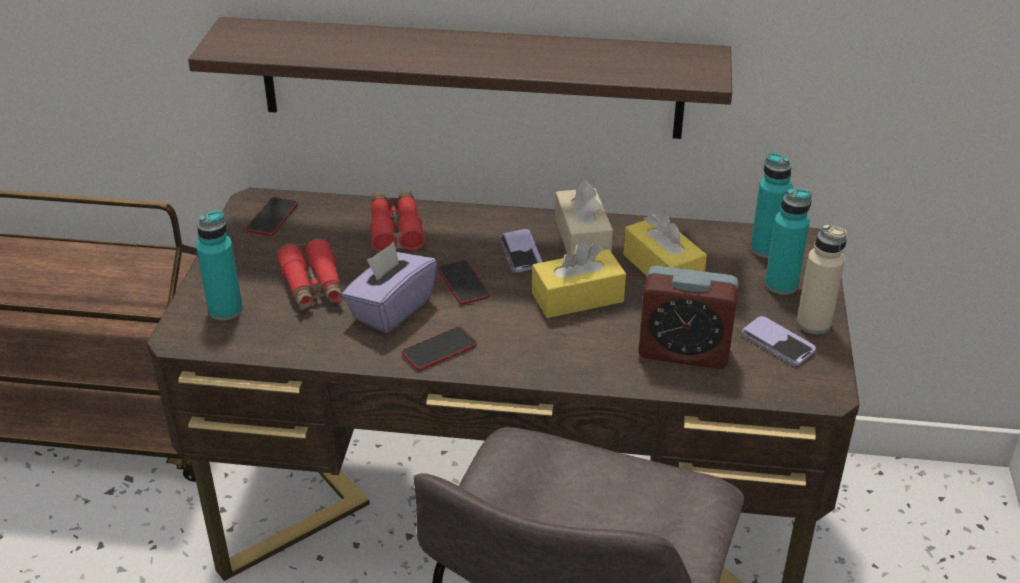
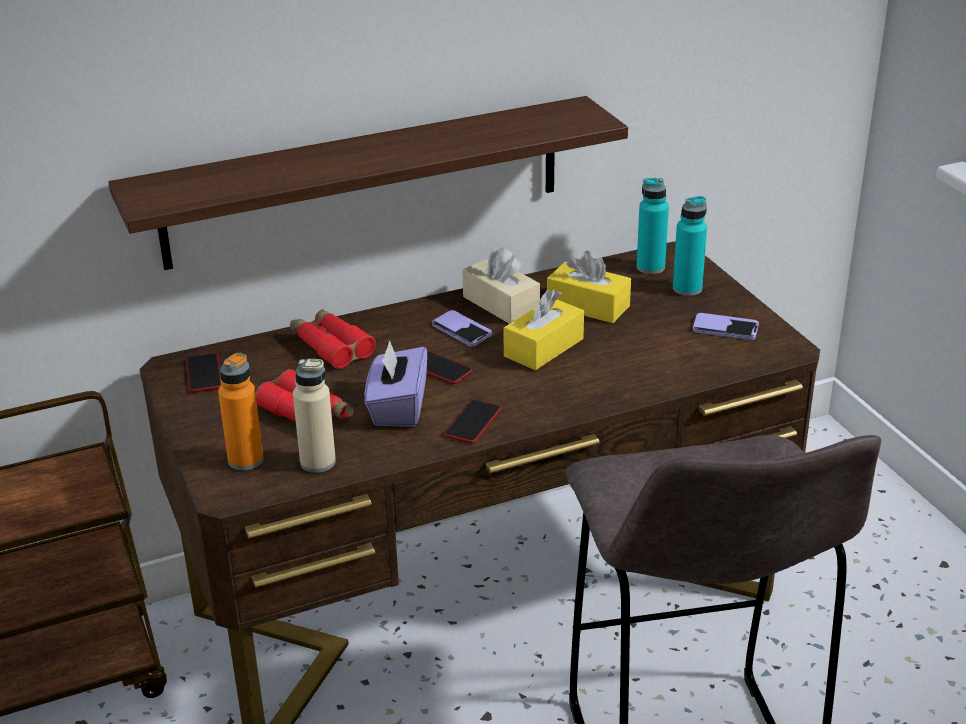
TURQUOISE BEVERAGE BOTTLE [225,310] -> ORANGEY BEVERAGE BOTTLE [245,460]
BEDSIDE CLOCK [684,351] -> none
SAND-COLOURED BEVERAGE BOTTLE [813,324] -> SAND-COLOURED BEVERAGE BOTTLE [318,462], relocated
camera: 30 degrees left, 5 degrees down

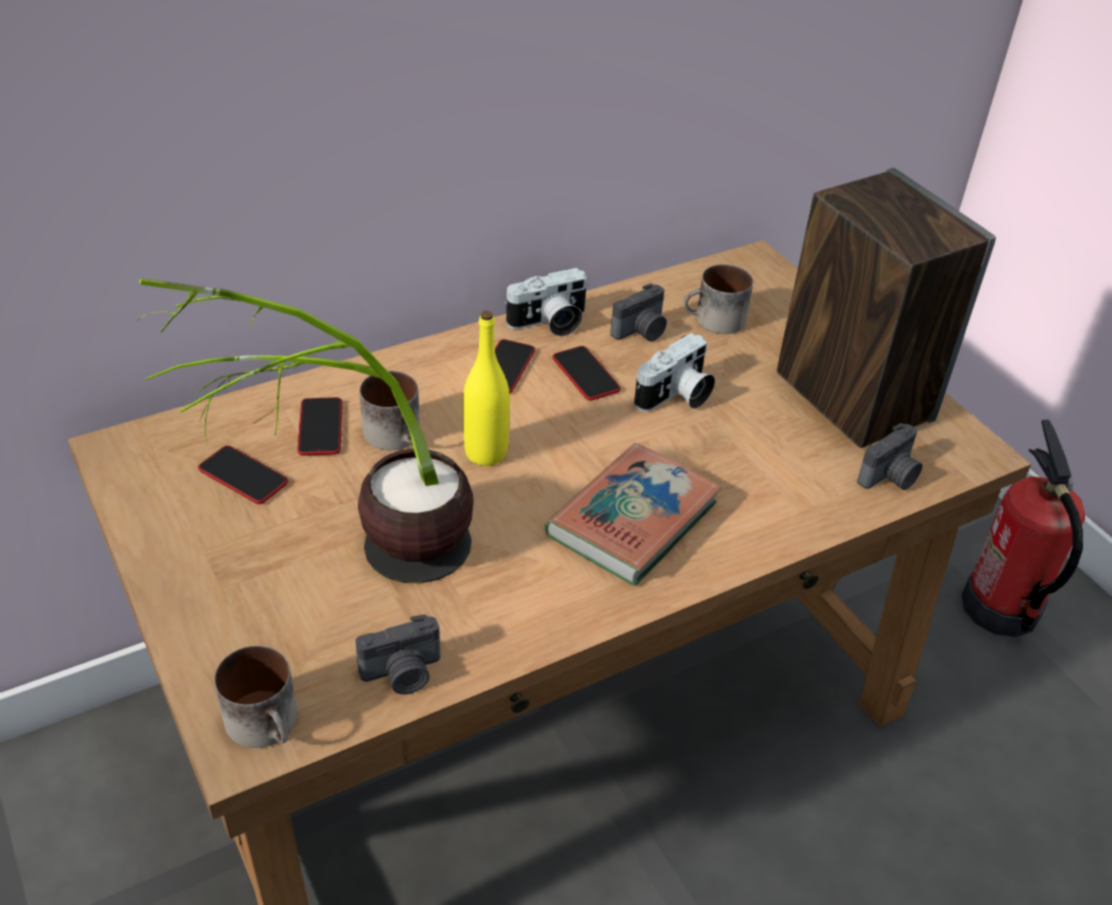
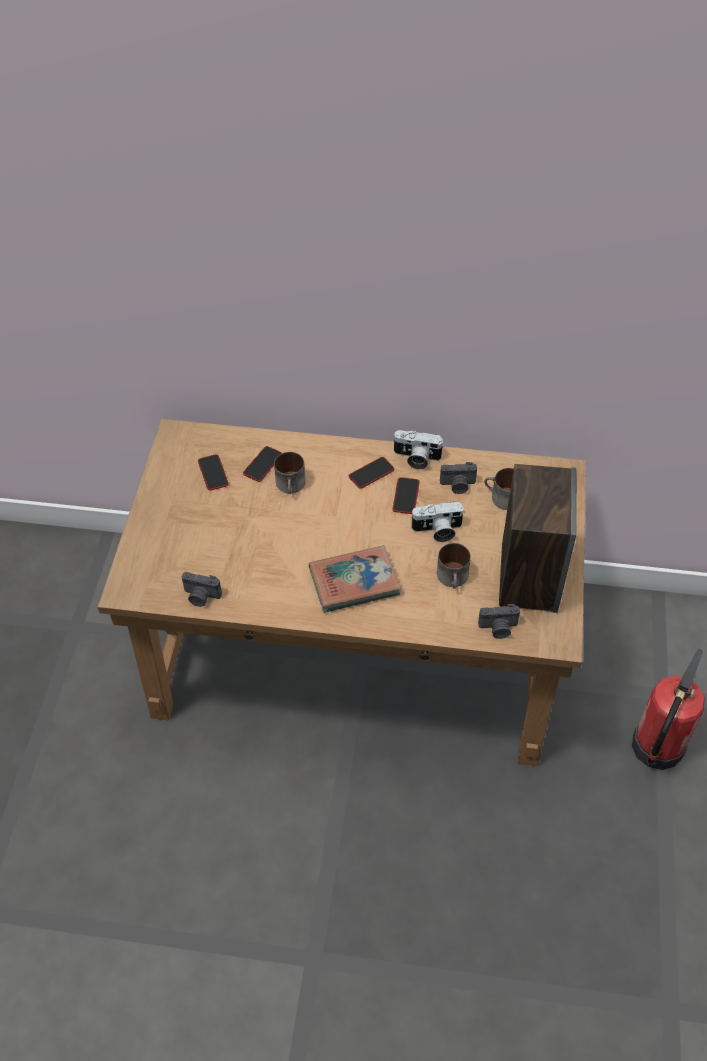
POTTED PLANT [353,561] -> none
COFFEE MUG [268,724] -> COFFEE MUG [454,578], relocated
YELLOW BEVERAGE BOTTLE [486,453] -> none
camera: 40 degrees right, 10 degrees up

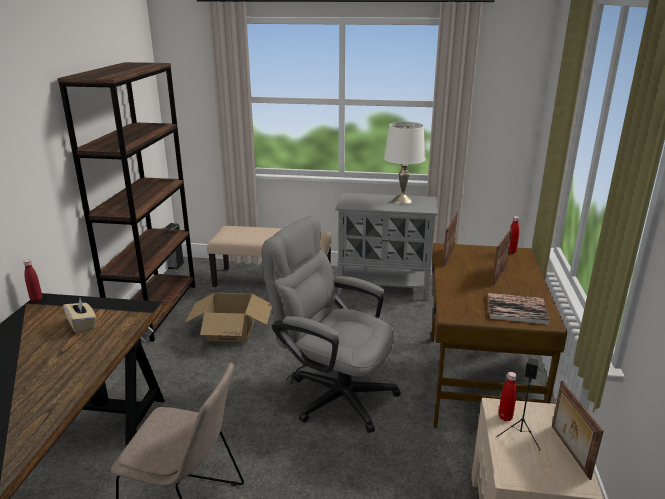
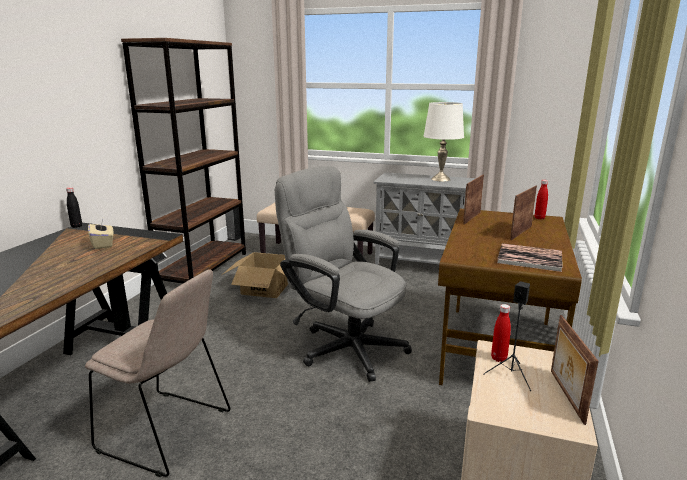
RED-COLOURED BEVERAGE BOTTLE [36,299] -> BLACK BEVERAGE BOTTLE [76,226]
camera: 10 degrees right, 5 degrees down

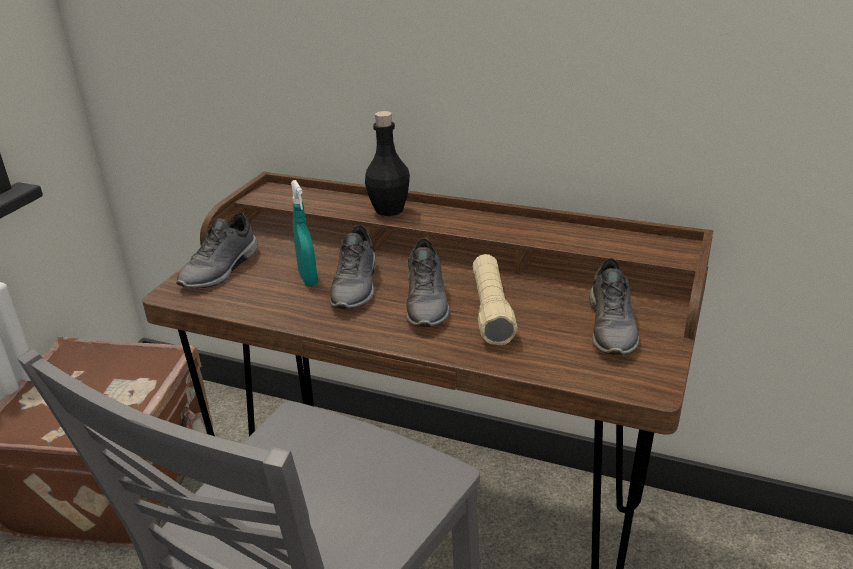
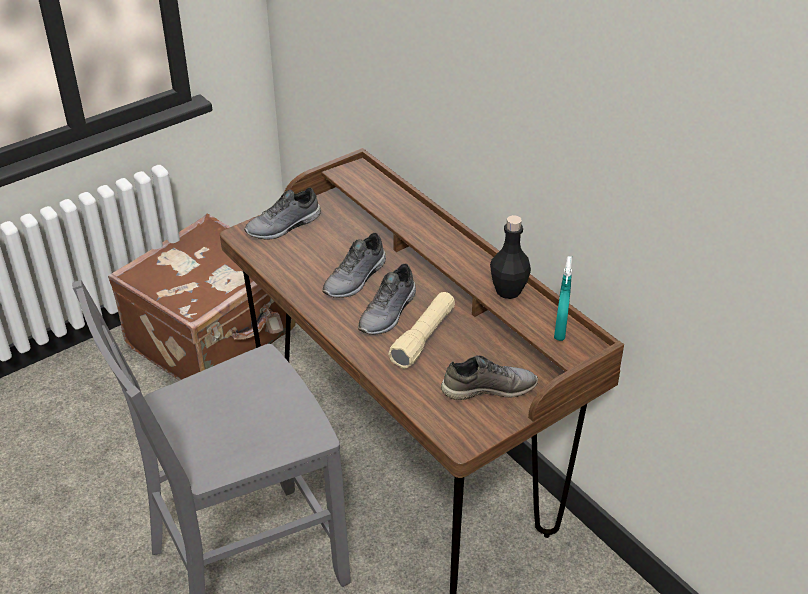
TURQUOISE SPRAY BOTTLE [308,278] -> TURQUOISE SPRAY BOTTLE [560,331], relocated
BLACK BEVERAGE BOTTLE [389,210] -> BLACK BEVERAGE BOTTLE [508,291], relocated
GREYISH ITEM OF FOOTWEAR [612,327] -> GREYISH ITEM OF FOOTWEAR [488,388], 135 degrees counterclockwise
camera: 30 degrees right, 10 degrees up

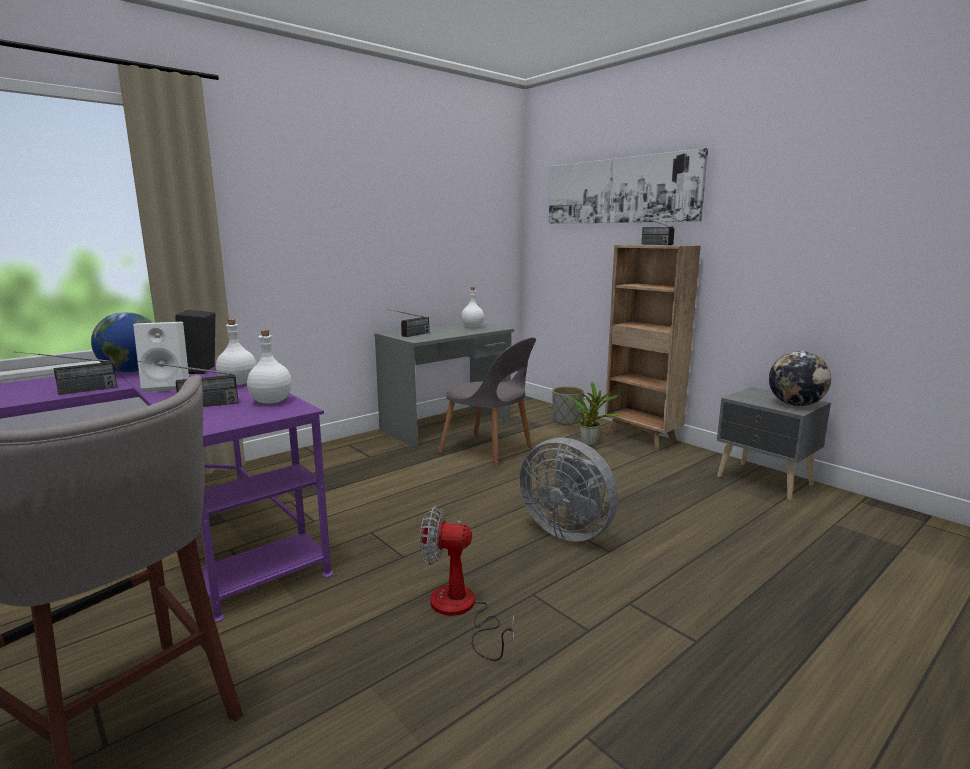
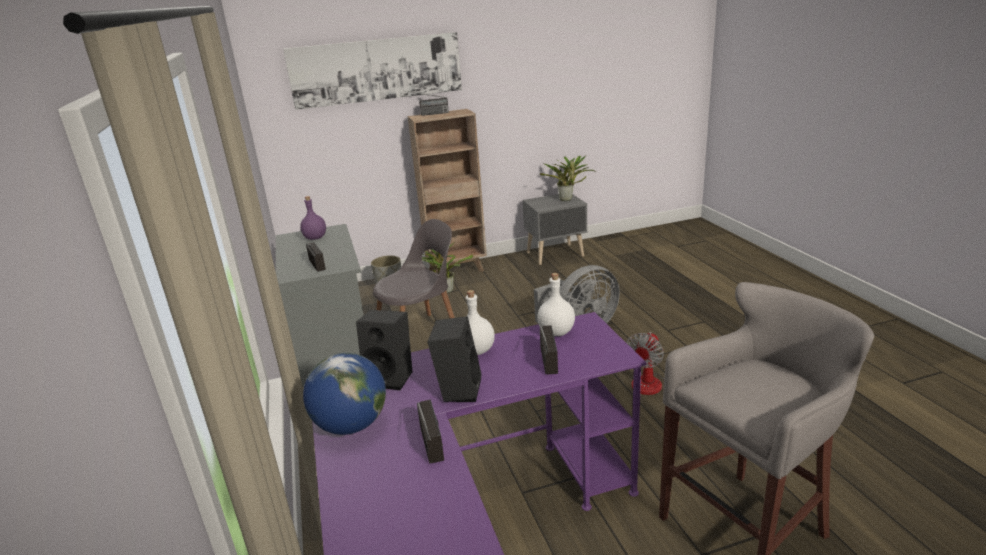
WHITE SPEAKER [168,386] -> BLACK SPEAKER [458,389]
WHITE BEVERAGE BOTTLE [472,327] -> PURPLE-COLOURED BEVERAGE BOTTLE [315,238]
WORLD GLOBE [795,405] -> POTTED PLANT [567,199]
camera: 65 degrees left, 10 degrees up

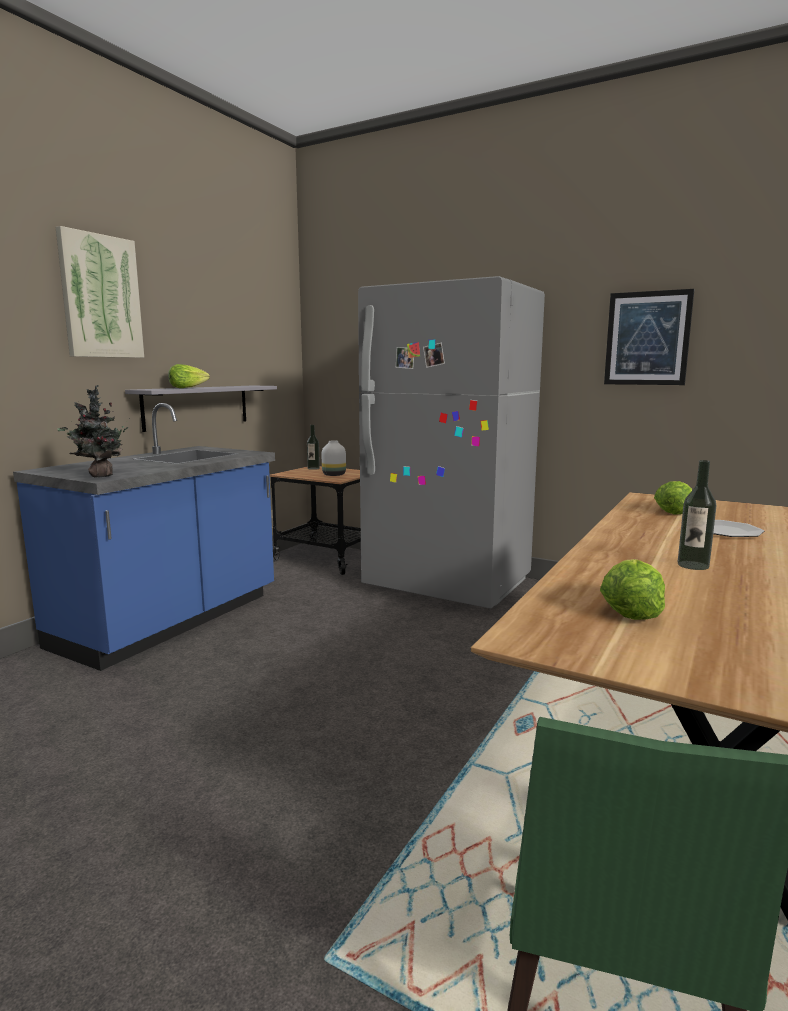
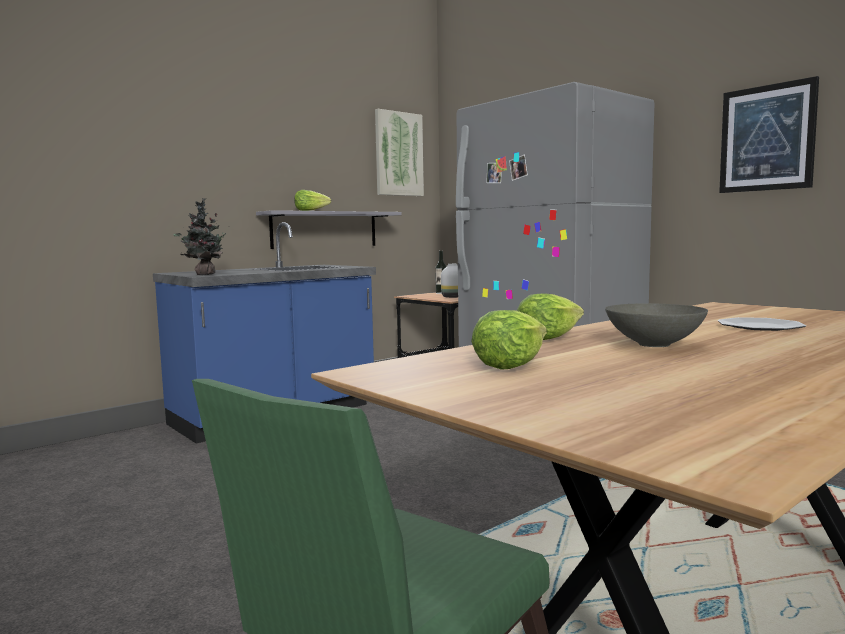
WALL PICTURE [100,297] -> WALL PICTURE [398,154], relocated
HEAD OF LETTUCE [673,511] -> HEAD OF LETTUCE [548,337], relocated
BEVERAGE BOTTLE [693,565] -> GREYISH BOWL [655,344]
camera: 20 degrees right, 5 degrees down

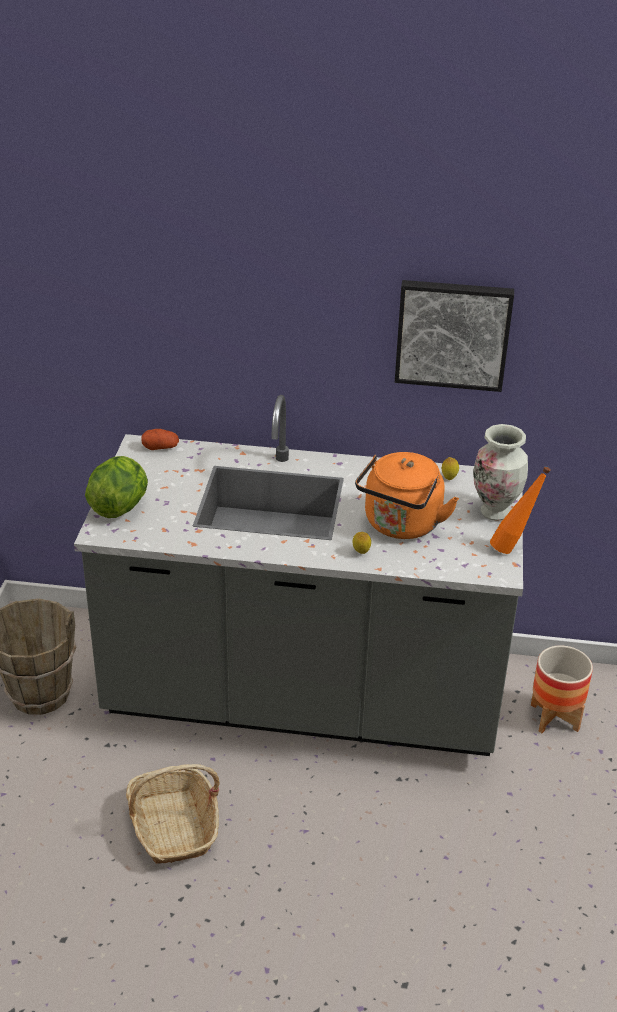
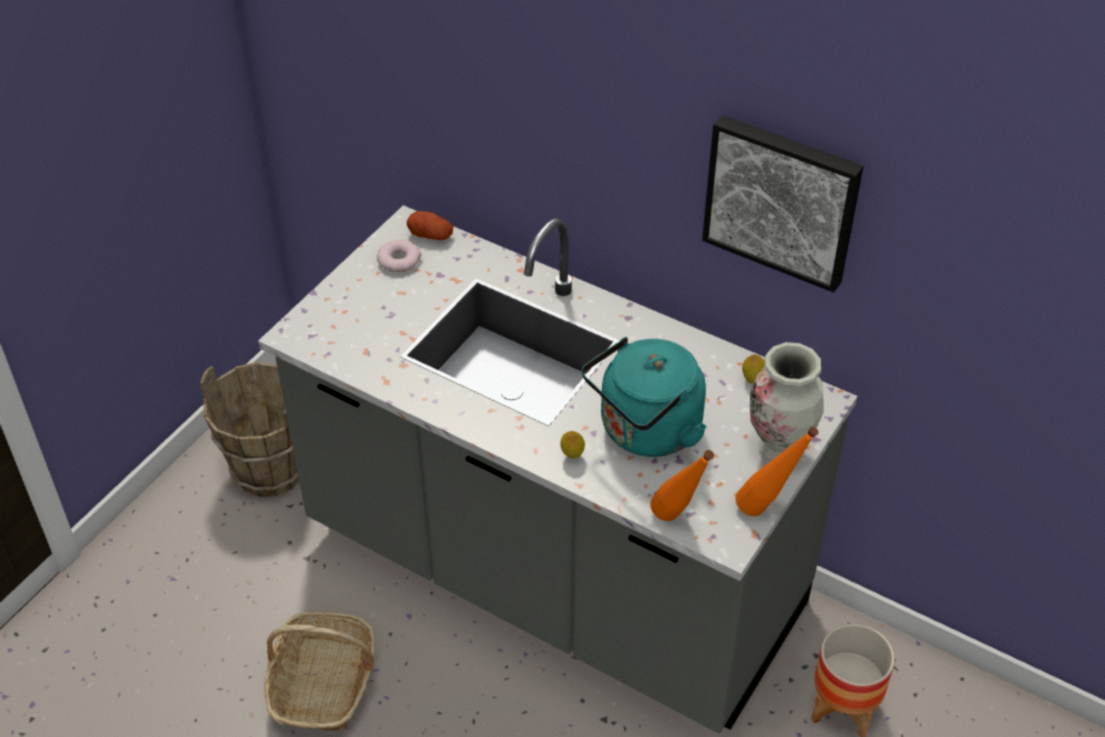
HEAD OF LETTUCE [120,506] -> none
ORANGEY TEA KETTLE [401,526] -> TURQUOISE TEA KETTLE [646,432]
none -> DOUGHNUT [399,260]
none -> ORANGEY BEVERAGE BOTTLE [678,521]
camera: 25 degrees right, 10 degrees up

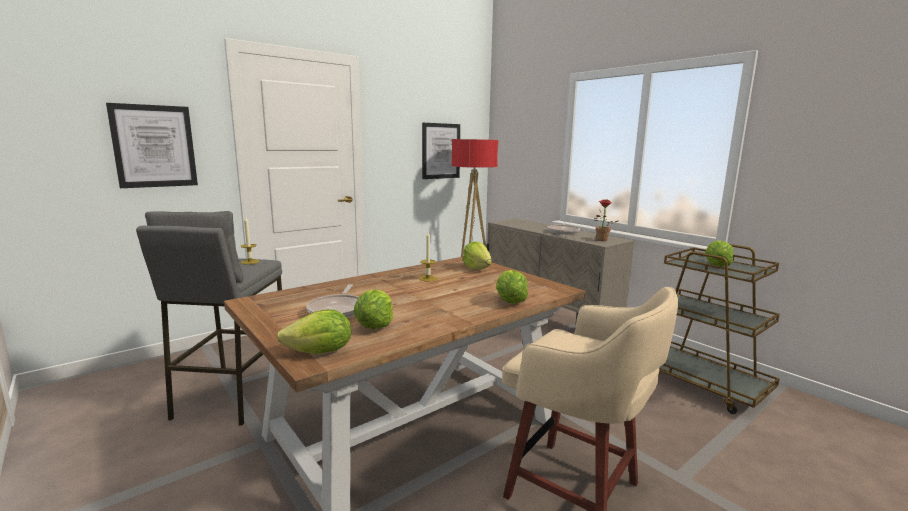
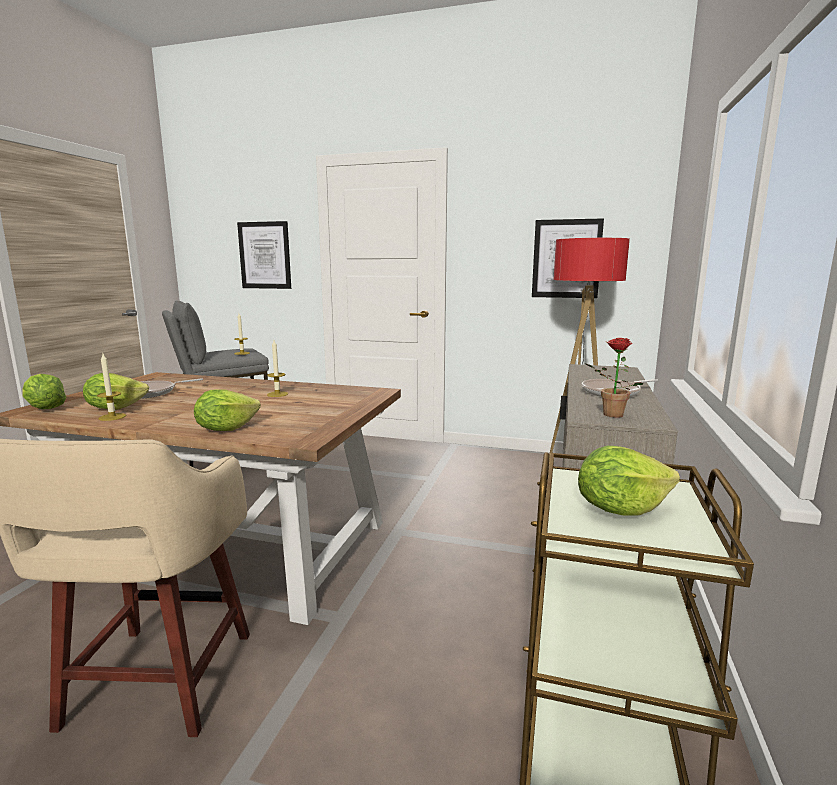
HEAD OF LETTUCE [477,268] -> none
none -> WAX LIGHT [112,417]
camera: 55 degrees right, 0 degrees up

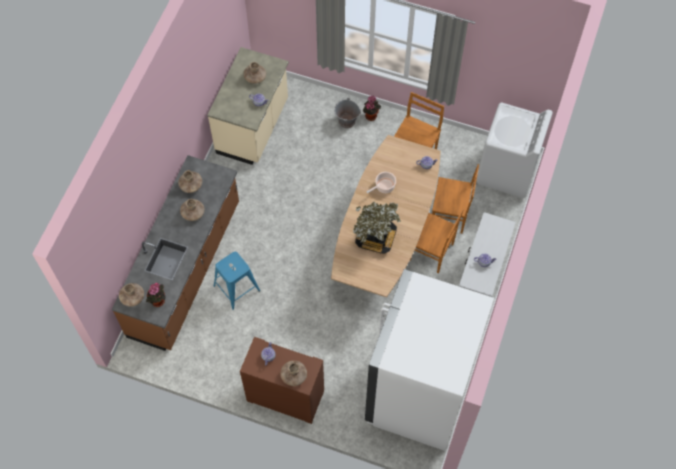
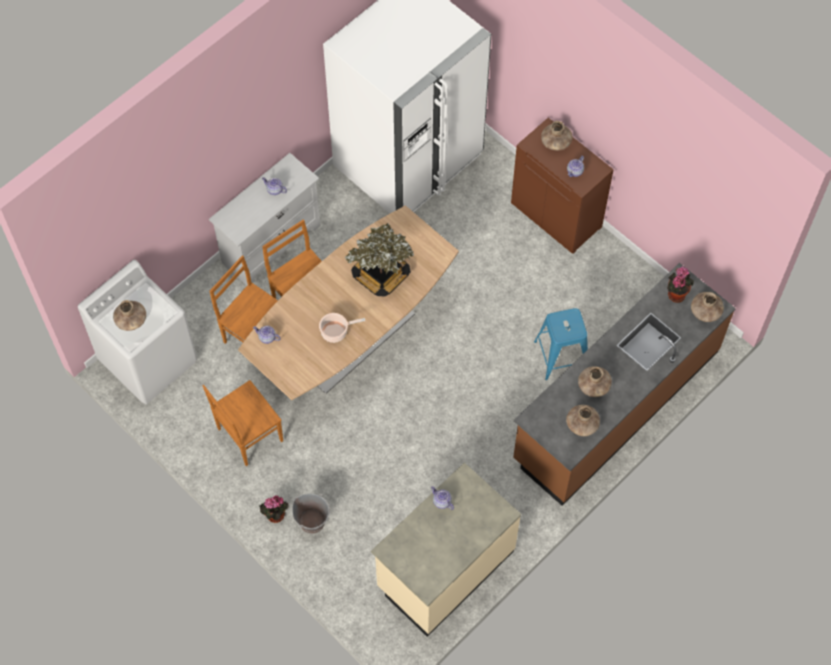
BROWN DECORATIVE VASE [255,77] -> BROWN DECORATIVE VASE [131,320], relocated
camera: 155 degrees left, 0 degrees up

